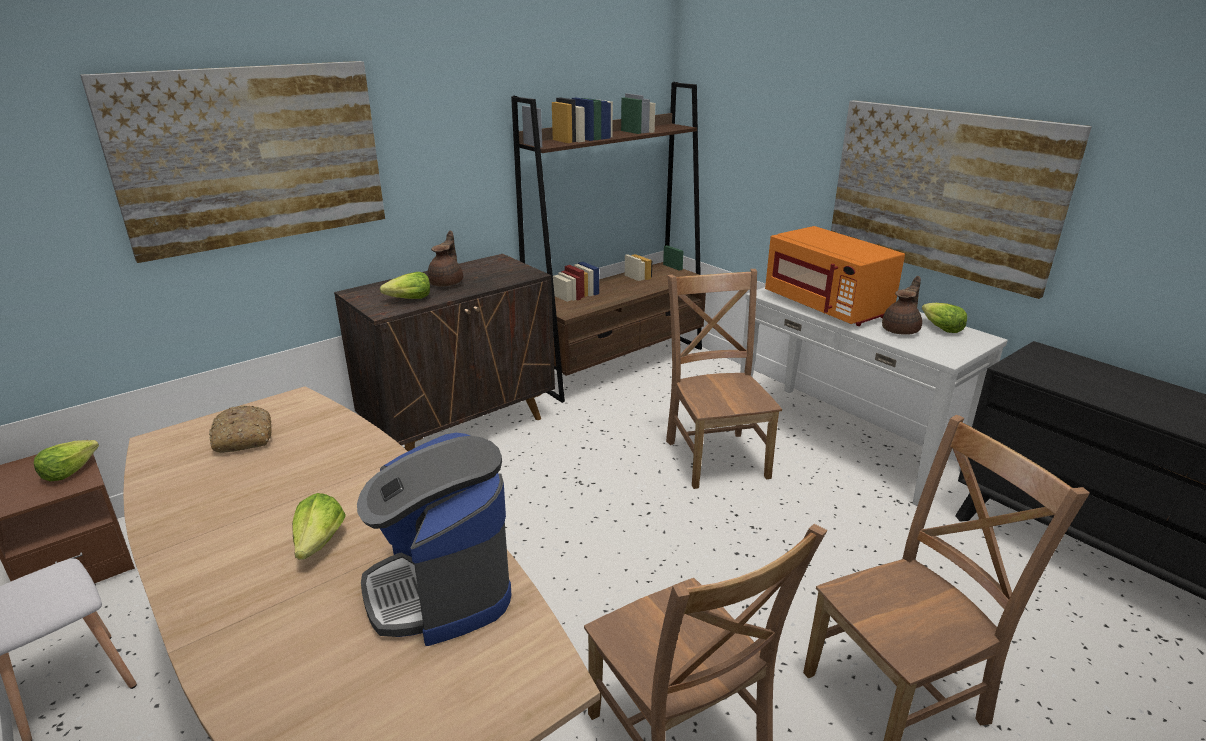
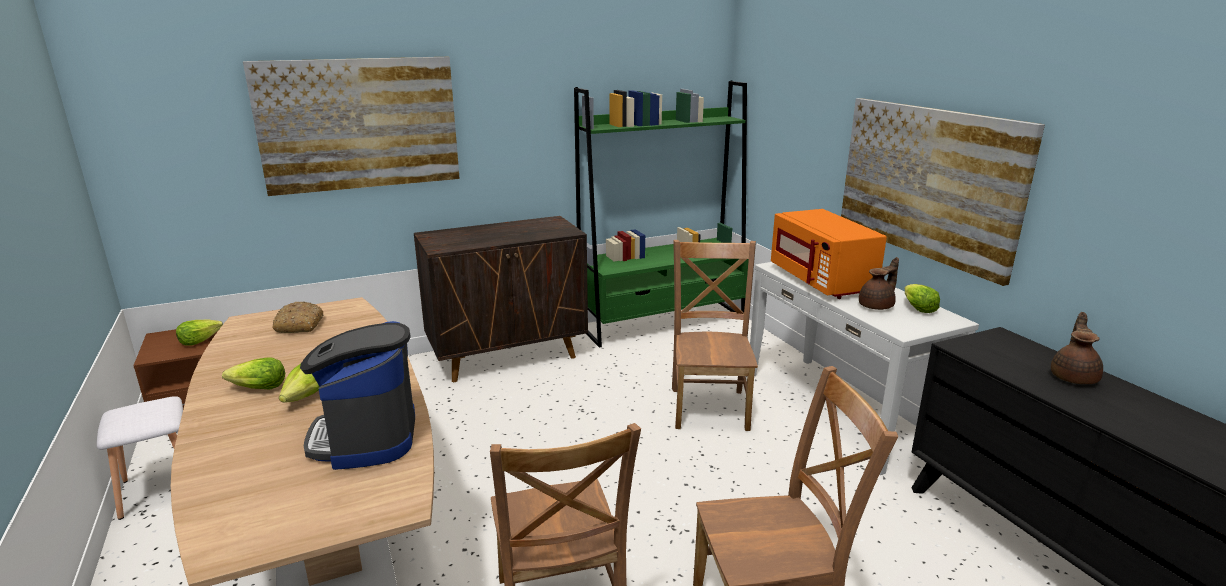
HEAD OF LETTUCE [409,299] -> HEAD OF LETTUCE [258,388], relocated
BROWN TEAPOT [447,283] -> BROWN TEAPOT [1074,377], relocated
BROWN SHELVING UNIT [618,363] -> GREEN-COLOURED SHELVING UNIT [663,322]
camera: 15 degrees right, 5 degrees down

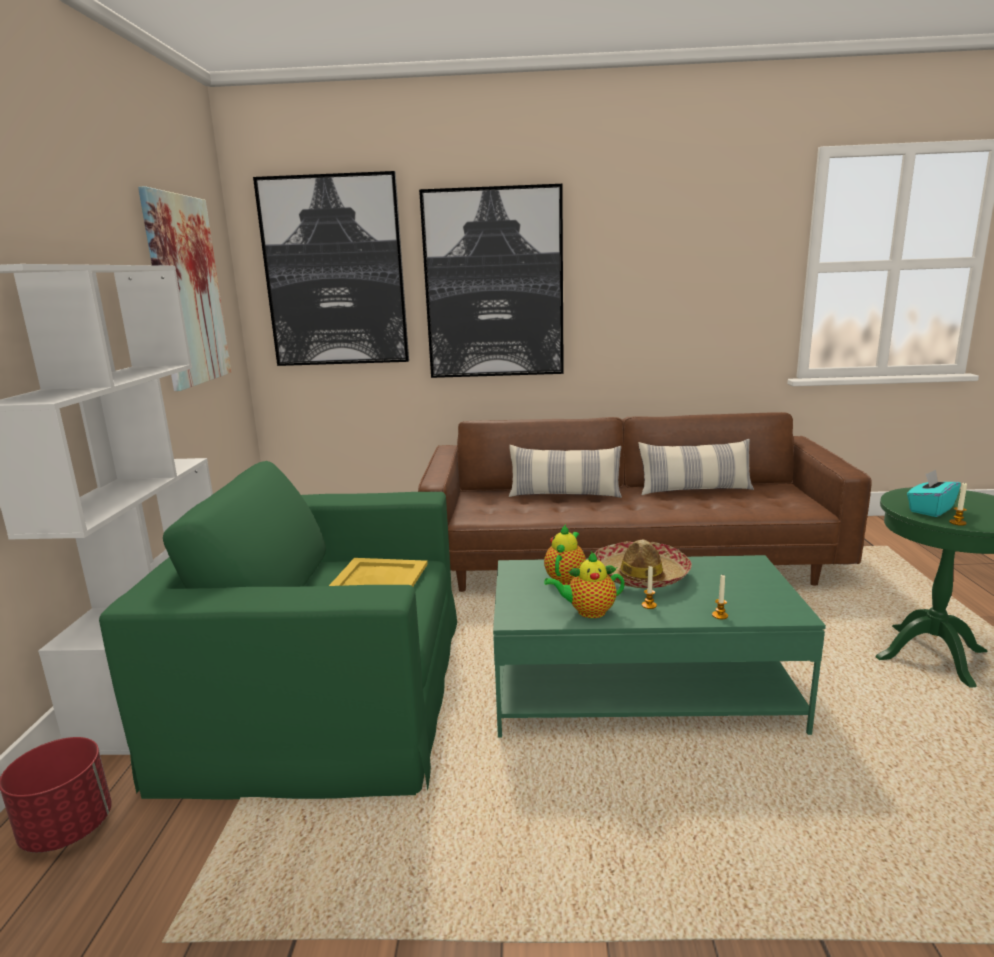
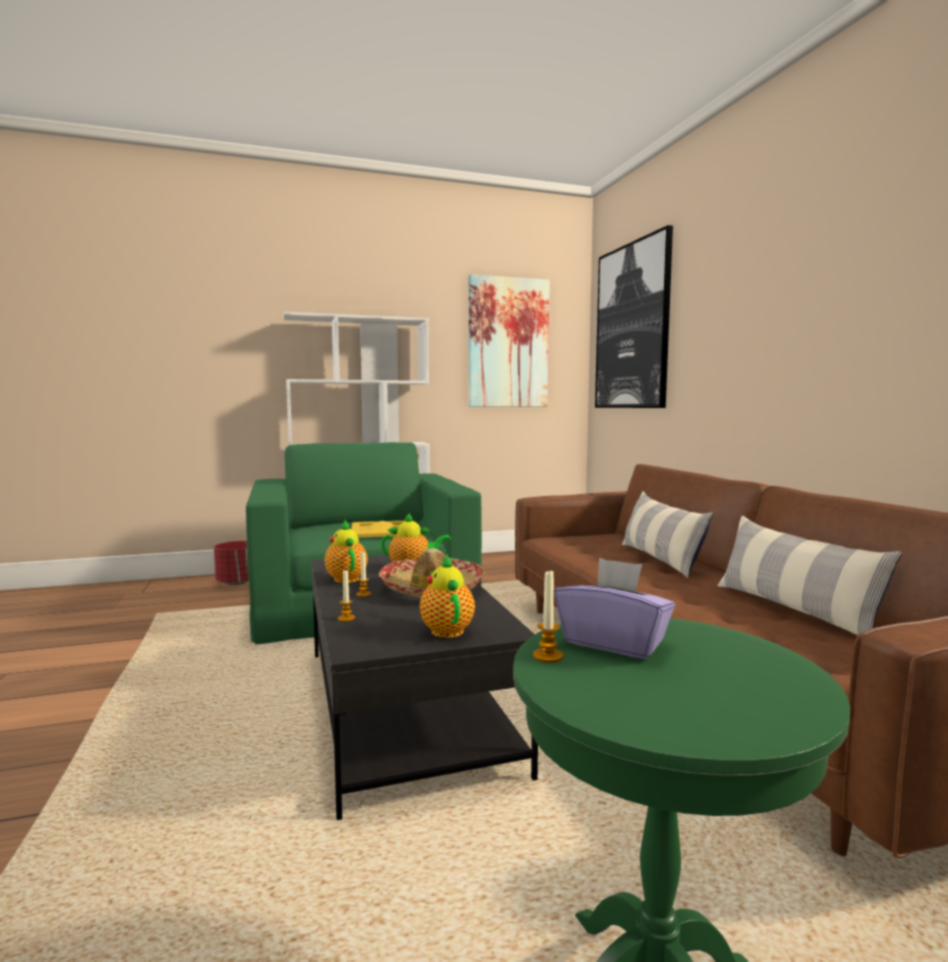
WALL PICTURE [494,284] -> none
GREEN-COLOURED COFFEE TABLE [640,689] -> BLACK COFFEE TABLE [405,708]
TURQUOISE TISSUE BOX [930,510] -> PURPLE-COLOURED TISSUE BOX [613,643]
none -> TEAPOT [446,629]
camera: 70 degrees right, 10 degrees down

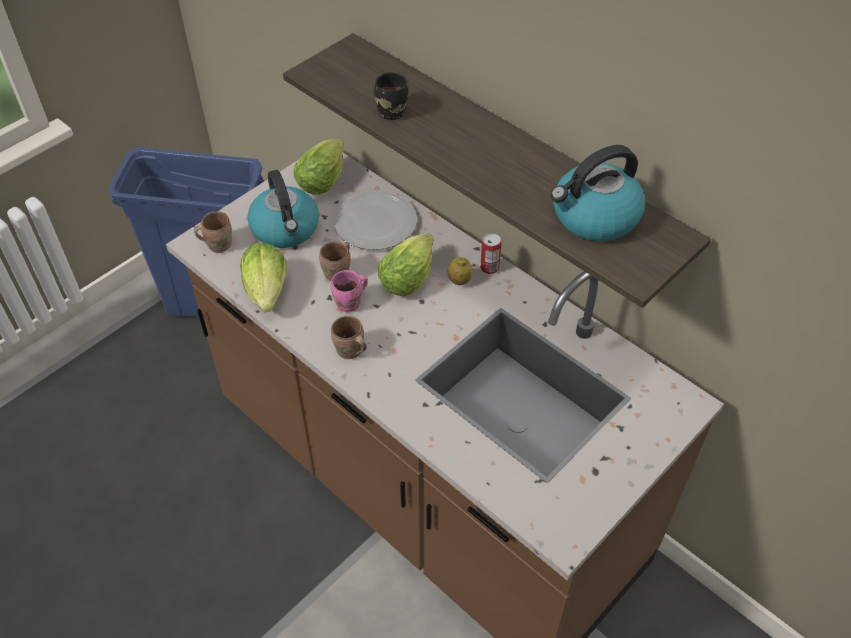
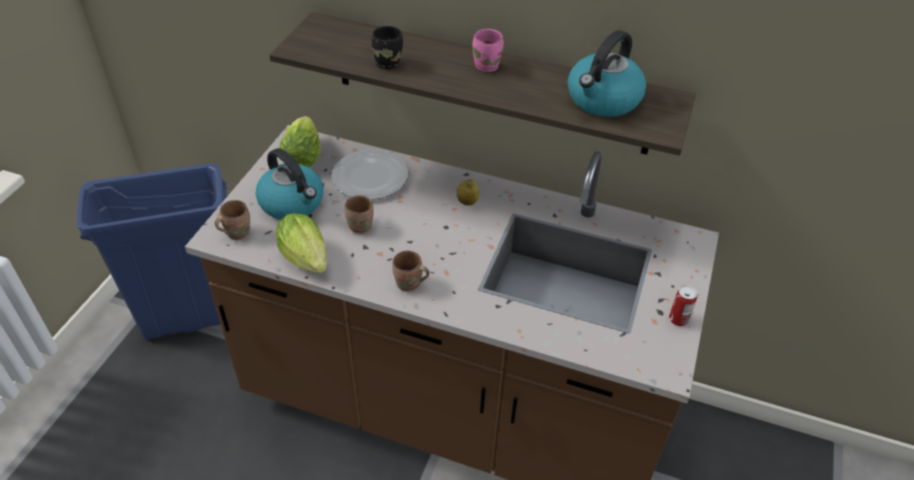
PINK COFFEE MUG [350,304] -> PINK COFFEE MUG [489,66], relocated
HEAD OF LETTUCE [410,276] -> none
CAN [489,268] -> CAN [678,319], relocated
camera: 25 degrees left, 5 degrees down

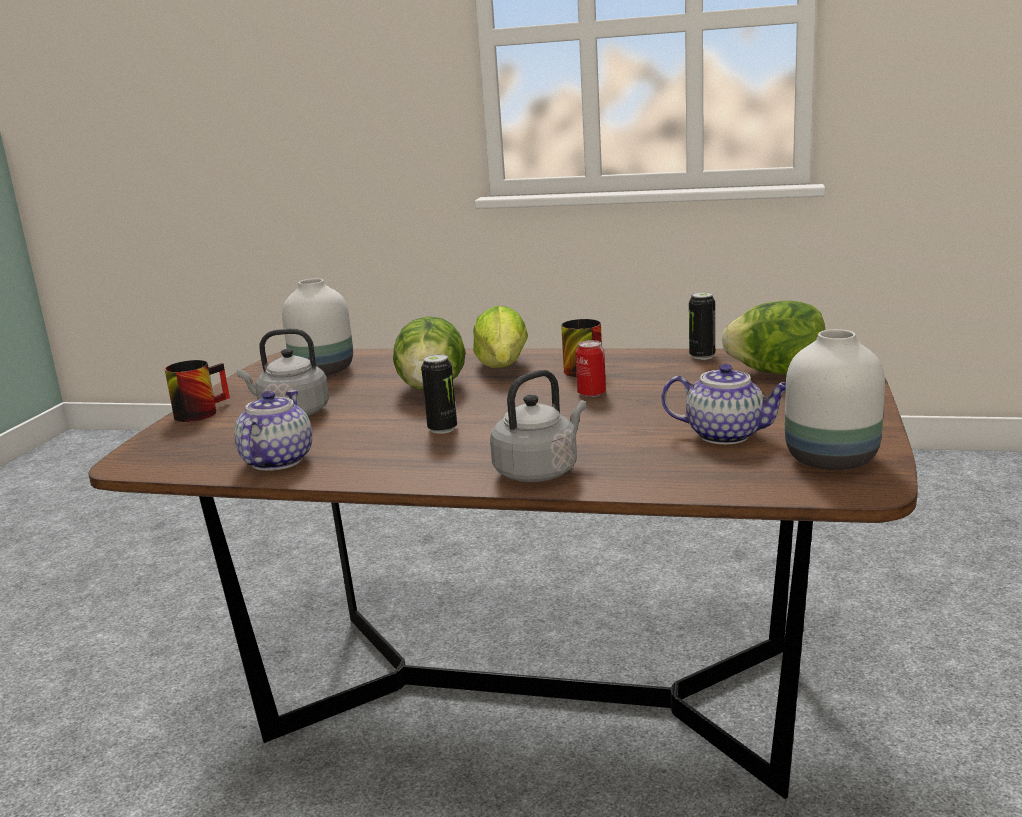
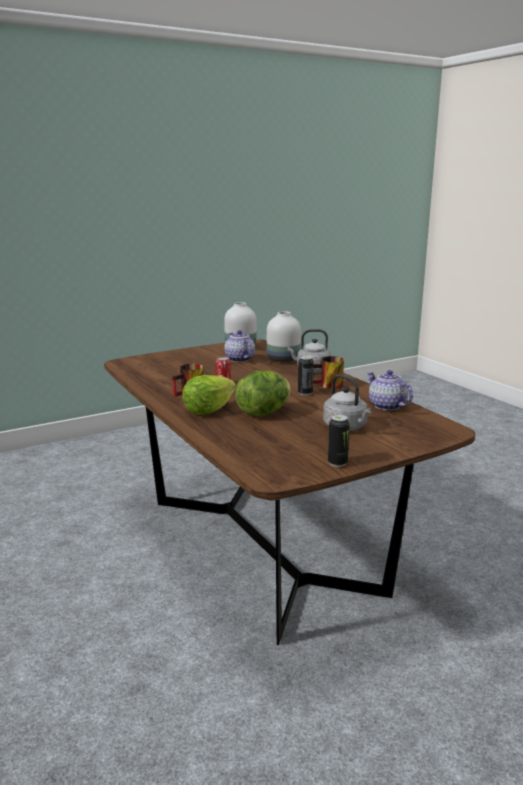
COFFEE MUG [199,411] -> COFFEE MUG [328,386], relocated
TEAPOT [276,461] -> TEAPOT [386,406], 90 degrees clockwise
WHITE DECORATIVE VASE [325,370] -> WHITE DECORATIVE VASE [282,359], relocated
CAN [702,356] -> CAN [337,463], relocated
HEAD OF LETTUCE [777,372] -> none
camera: 135 degrees left, 0 degrees up

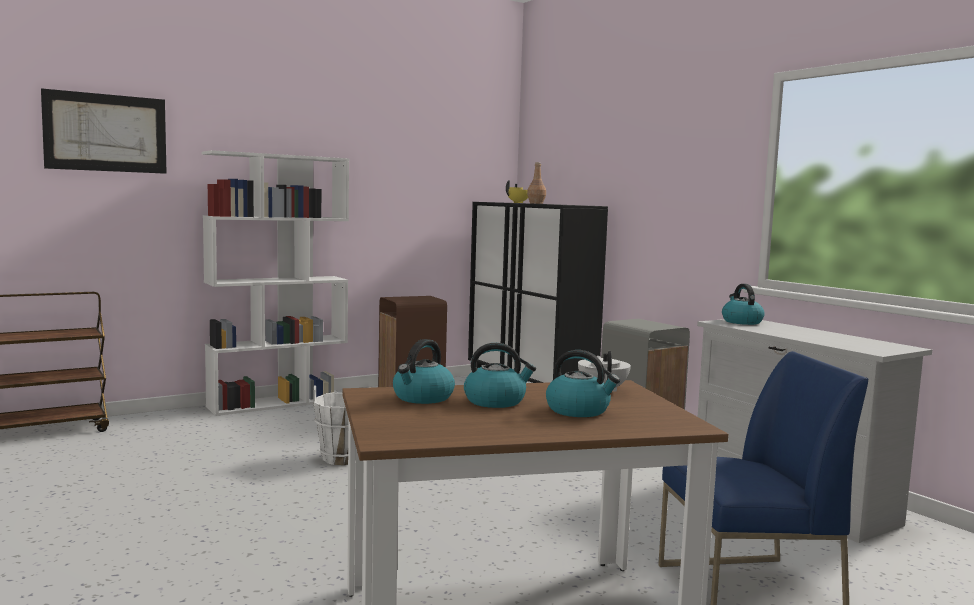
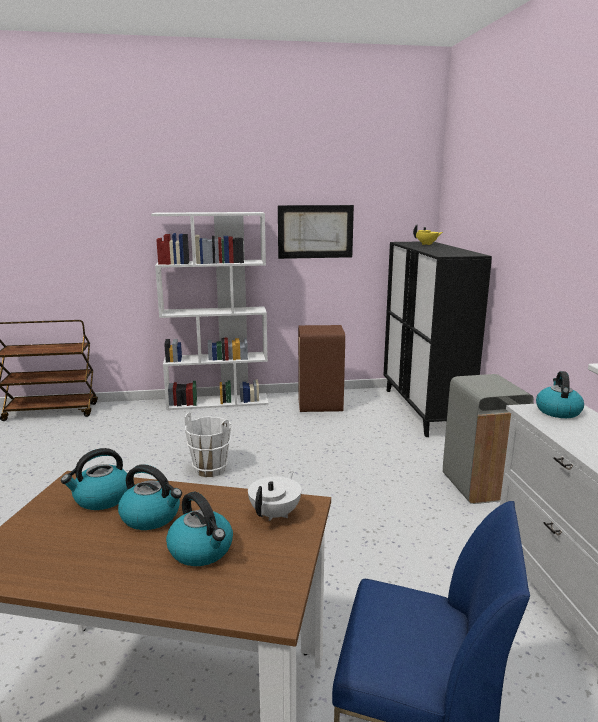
WALL PICTURE [106,133] -> WALL PICTURE [315,231], relocated
BROWN BEVERAGE BOTTLE [536,203] -> none
camera: 25 degrees right, 10 degrees up

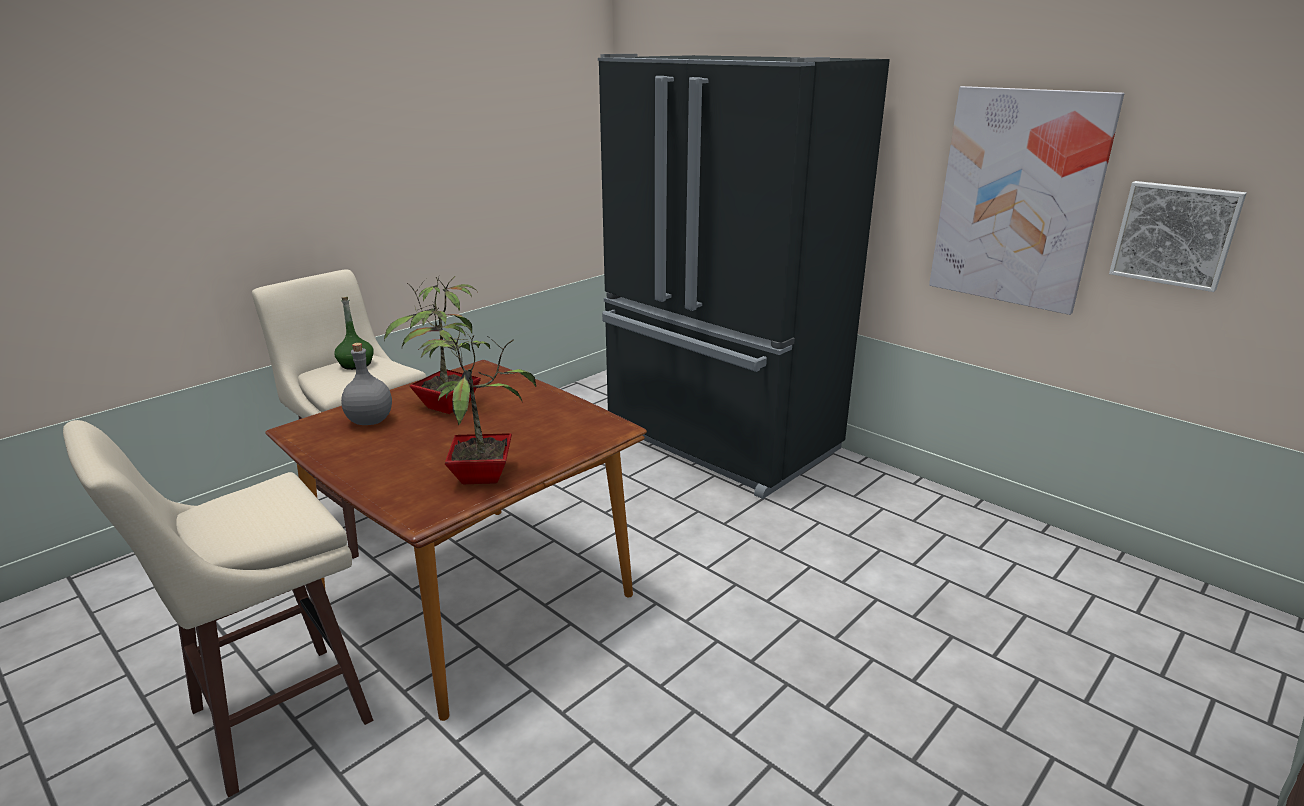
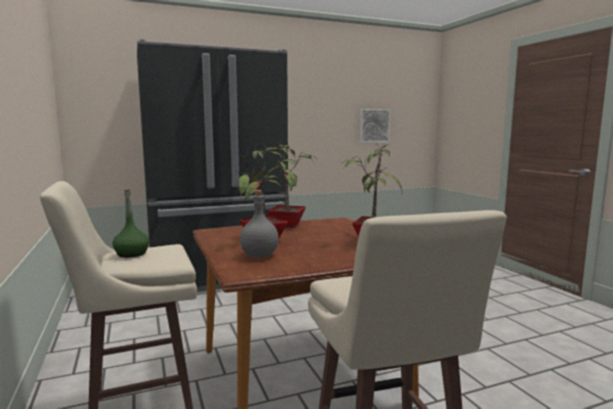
WALL PICTURE [1017,199] -> none
none -> POTTED PLANT [288,225]
camera: 65 degrees left, 15 degrees down

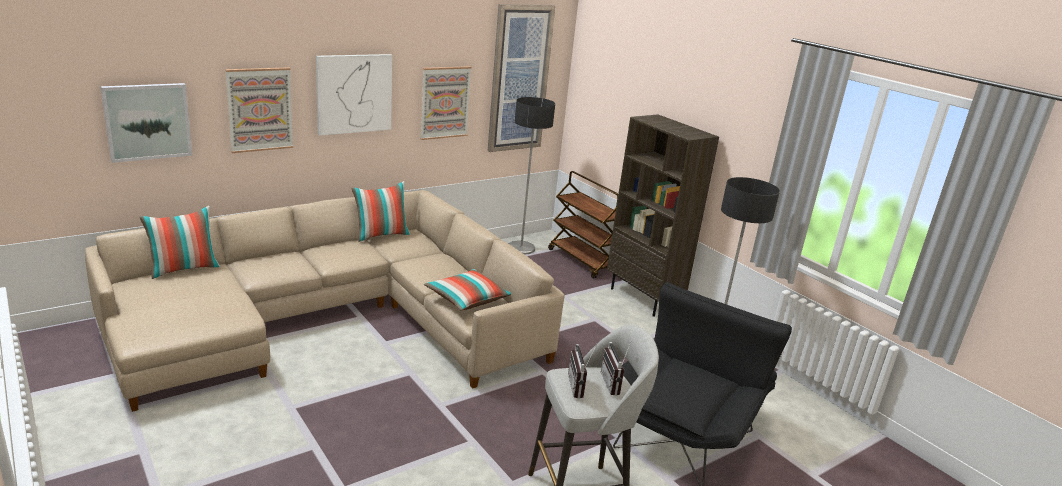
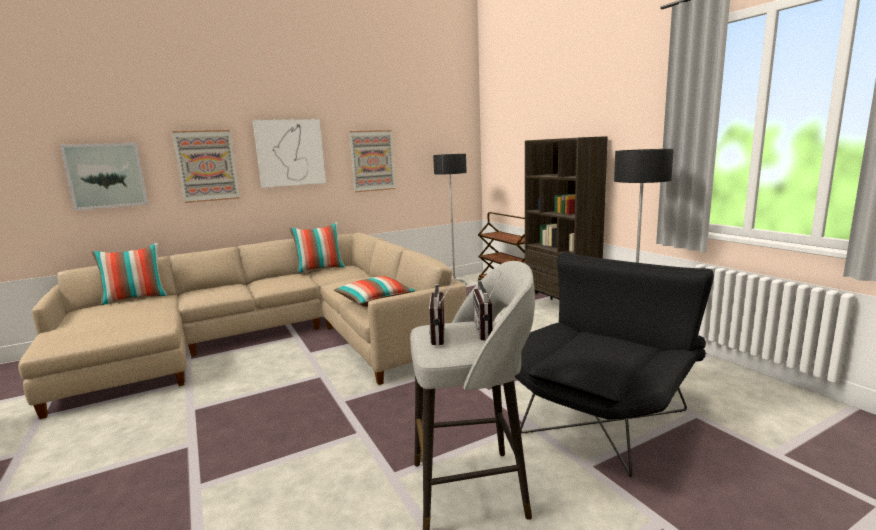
WALL PICTURE [519,79] -> none
camera: 10 degrees right, 10 degrees down

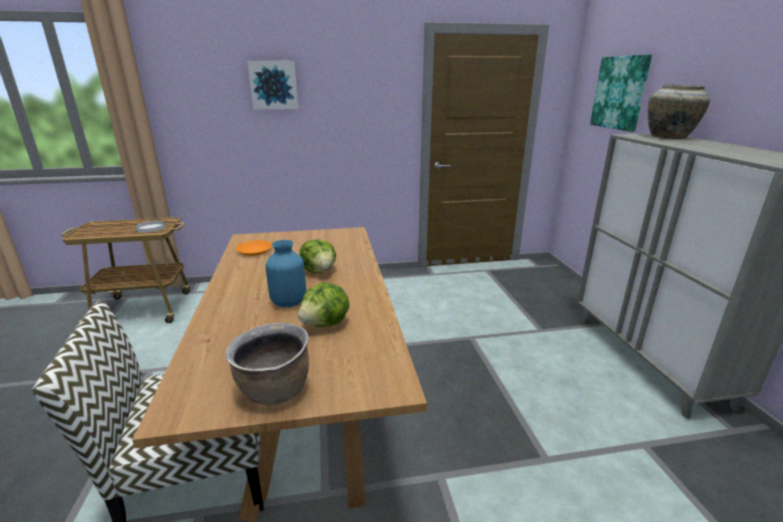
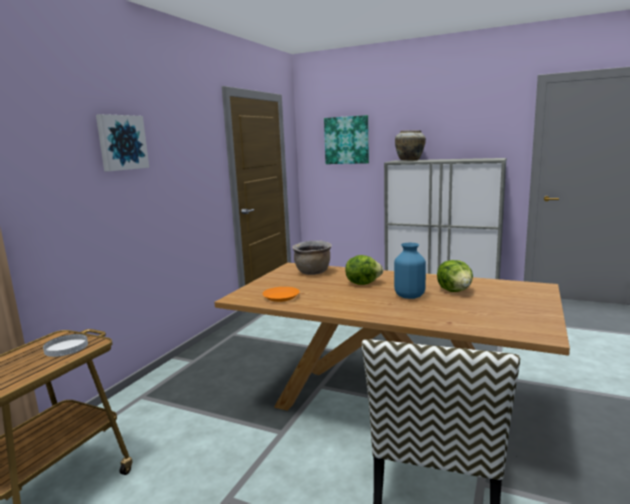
BROWN STOCKPOT [274,391] -> BROWN STOCKPOT [313,272], relocated
camera: 55 degrees left, 10 degrees down

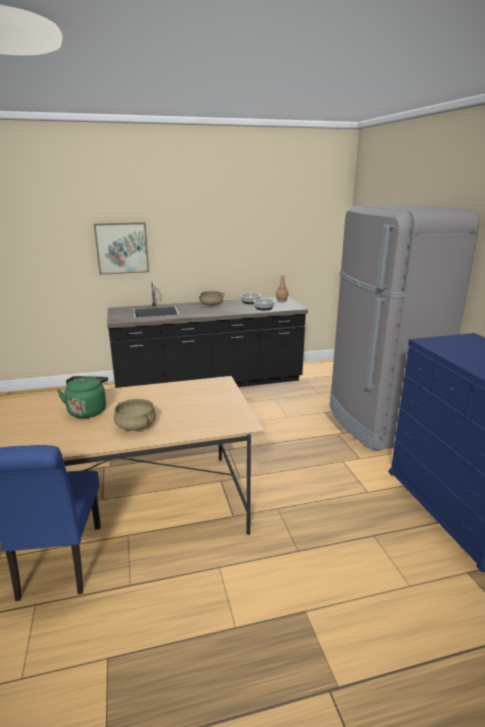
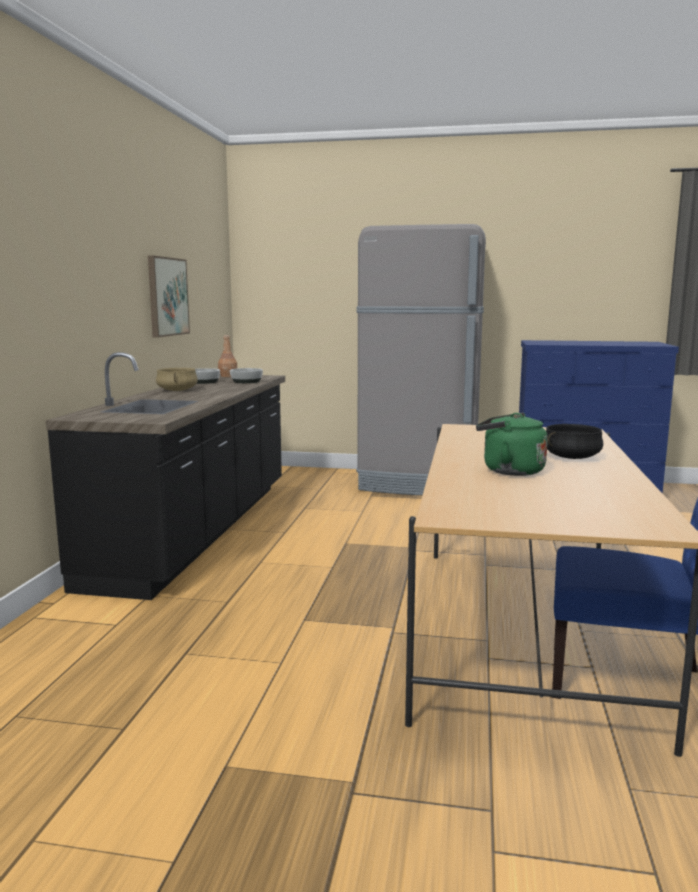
WALL PICTURE [122,248] -> WALL PICTURE [167,296], relocated
SAND-COLOURED STOCKPOT [135,426] -> BLACK STOCKPOT [572,457]
camera: 65 degrees left, 10 degrees down

